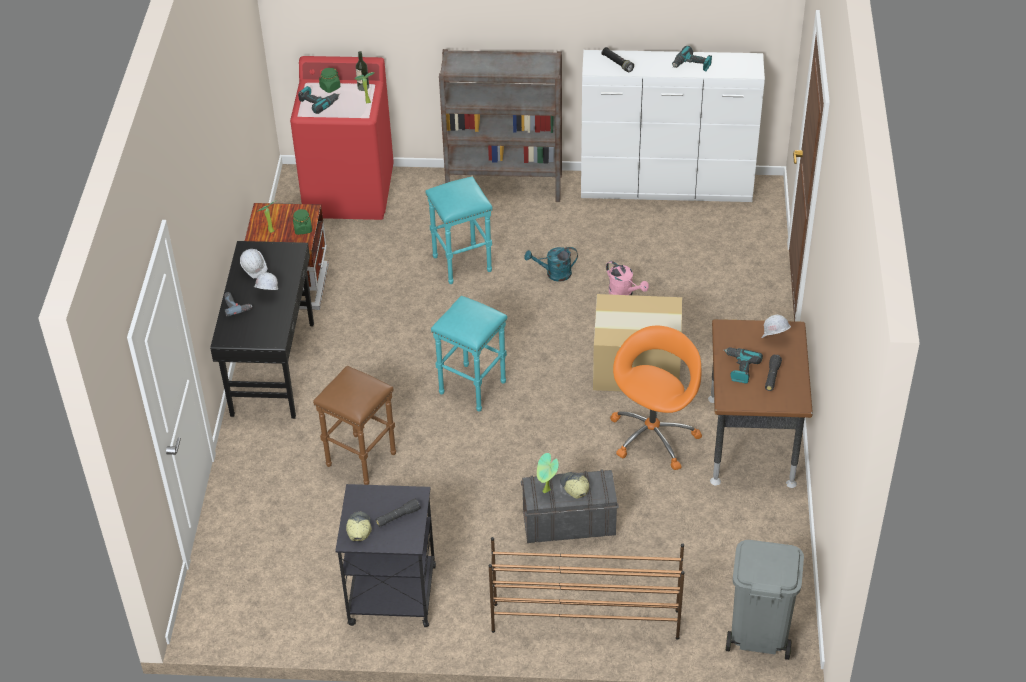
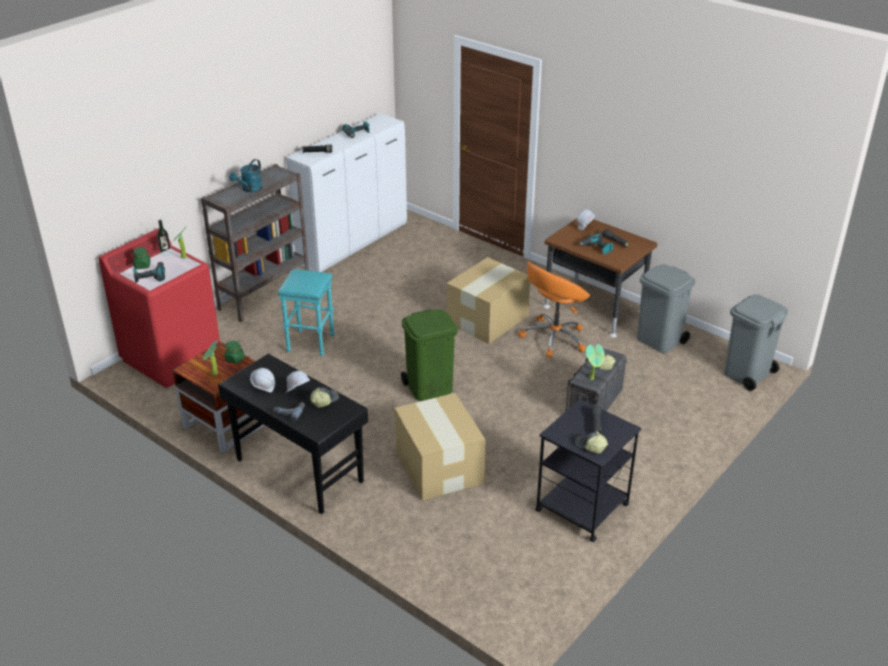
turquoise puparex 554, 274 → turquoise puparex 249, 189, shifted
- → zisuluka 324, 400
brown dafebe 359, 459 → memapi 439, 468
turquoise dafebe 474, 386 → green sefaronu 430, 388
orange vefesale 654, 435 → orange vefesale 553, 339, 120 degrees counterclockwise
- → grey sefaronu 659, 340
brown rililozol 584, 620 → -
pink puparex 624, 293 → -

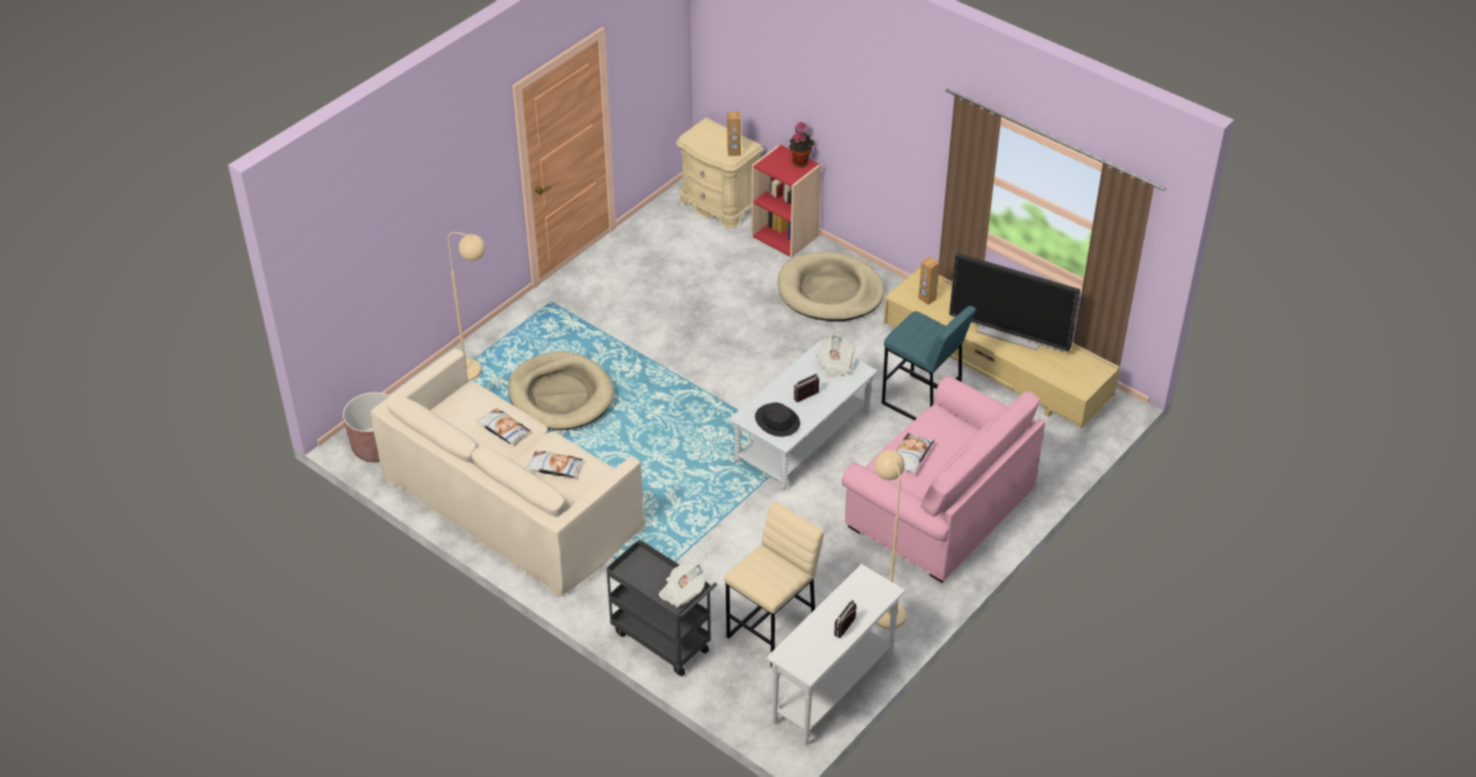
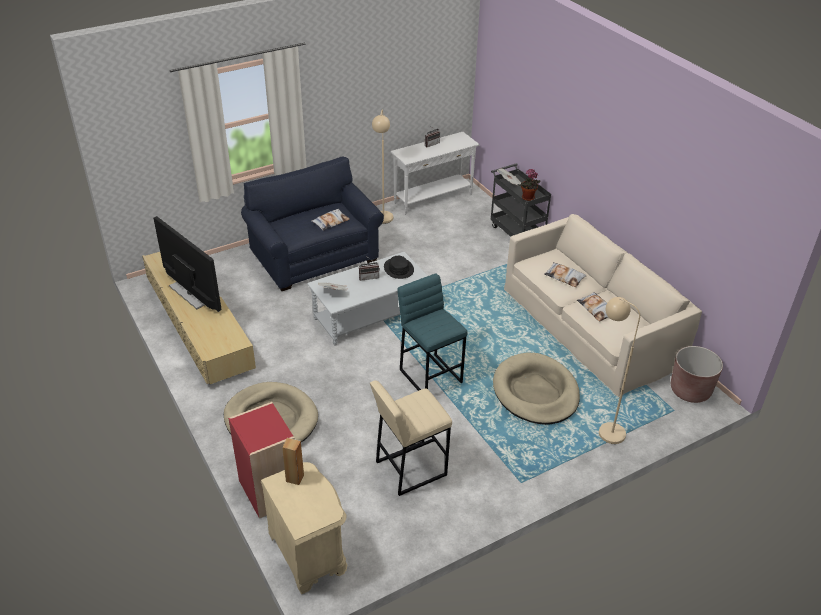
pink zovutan 939, 509 → blue zovutan 314, 256
beige dafebe 772, 631 → beige dafebe 409, 469, shifted
turquoise dafebe 923, 402 → turquoise dafebe 429, 375, shifted
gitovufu 800, 161 → gitovufu 528, 198, shifted
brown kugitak 927, 299 → -

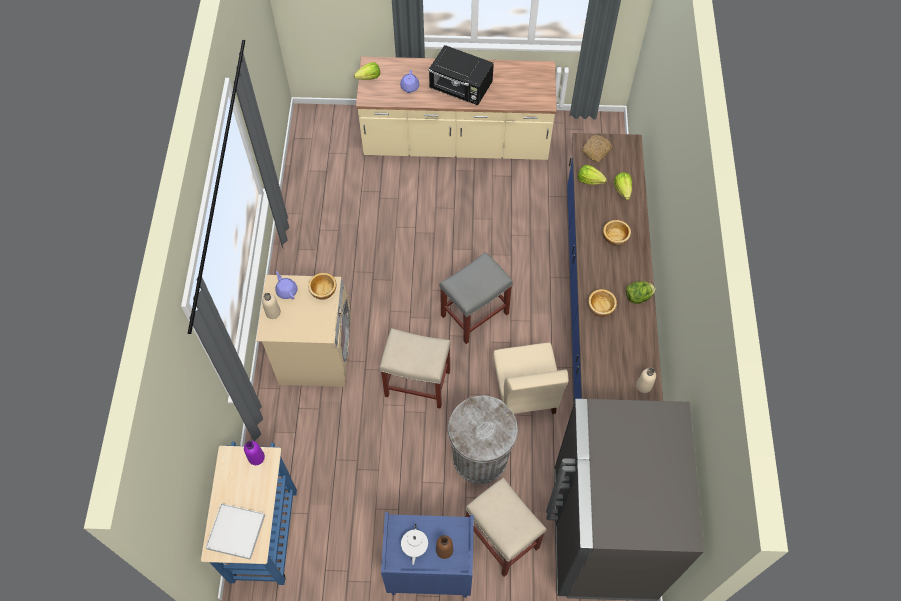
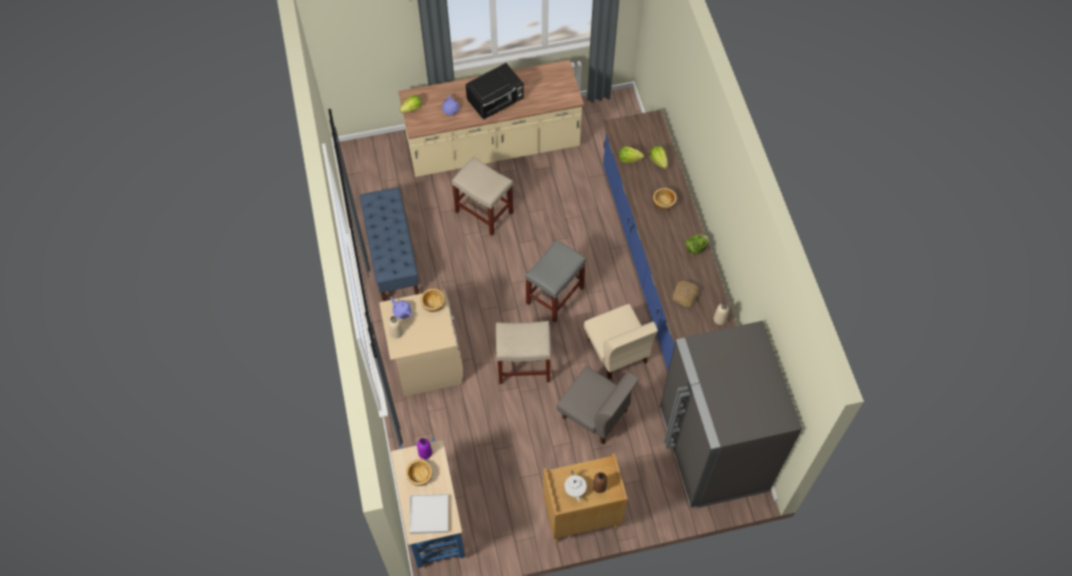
- → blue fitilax 392, 256
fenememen 601, 307 → fenememen 420, 476, shifted
beige dafebe 502, 538 → beige dafebe 485, 212, shifted
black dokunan 461, 89 → black dokunan 496, 101, 45 degrees counterclockwise
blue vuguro 429, 572 → brown vuguro 581, 516
grey sefaronu 480, 457 → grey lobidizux 595, 414
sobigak 596, 151 → sobigak 685, 296, shifted

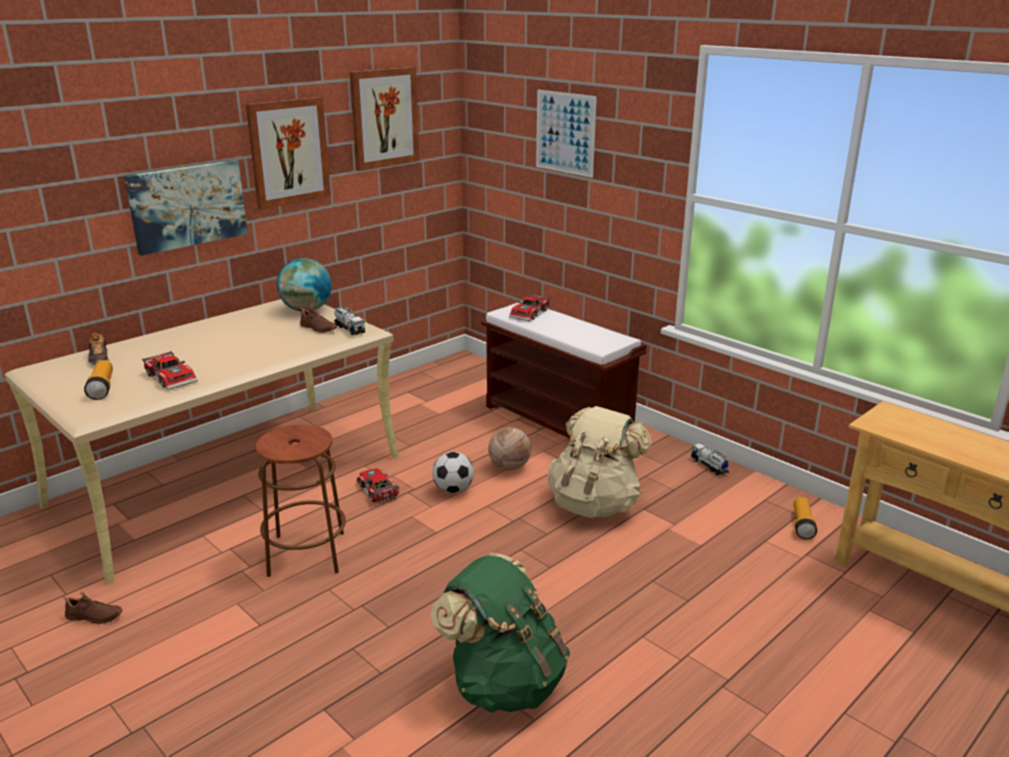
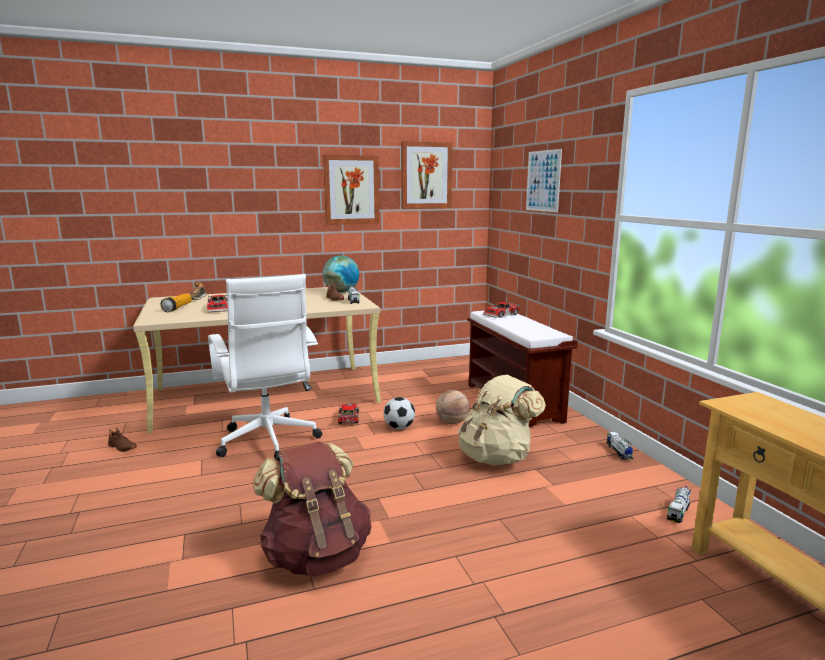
brown dafebe 306, 554 → white vefesale 269, 443
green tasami 504, 682 → brown tasami 316, 555
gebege 802, 525 → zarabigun 678, 512
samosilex 188, 206 → -

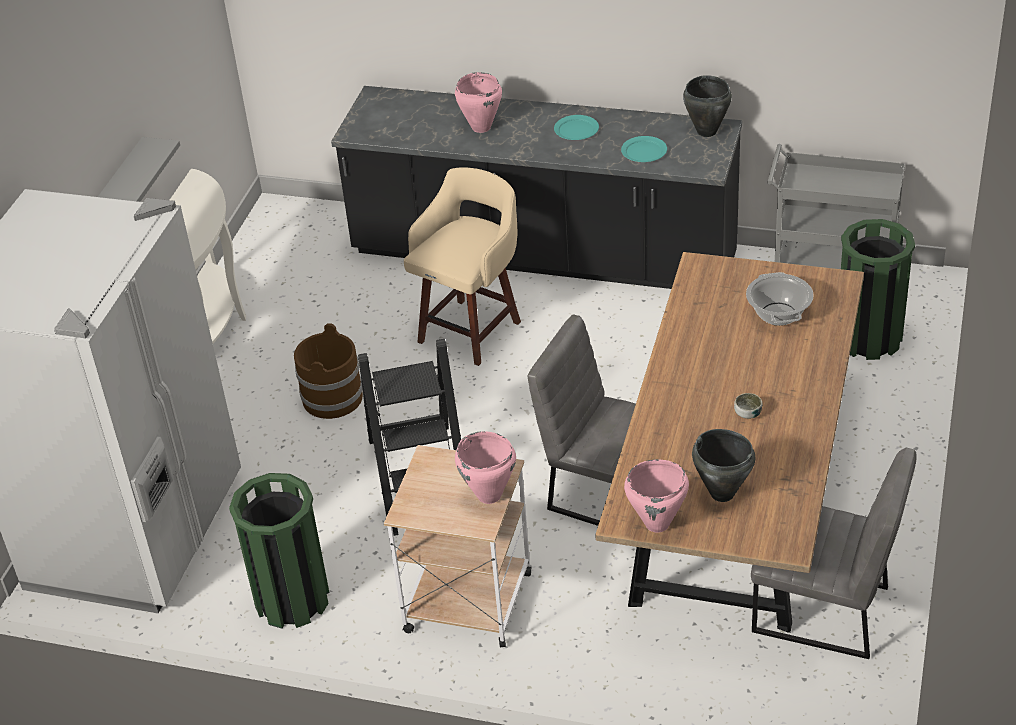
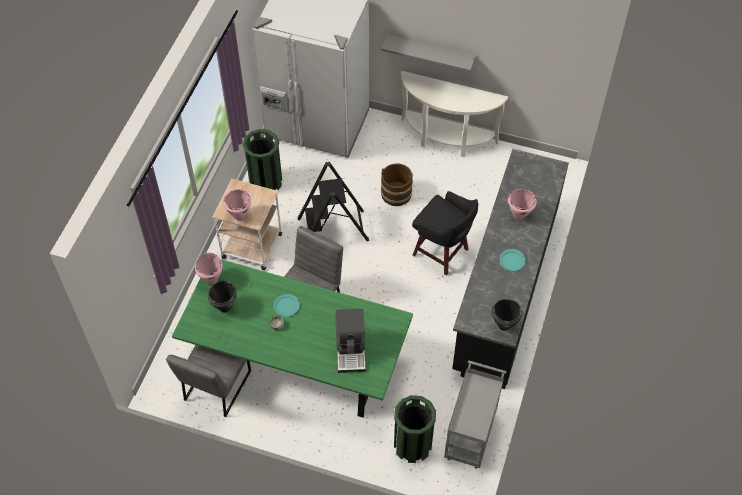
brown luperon 736, 497 → green luperon 297, 360
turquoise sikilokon 643, 151 → turquoise sikilokon 286, 306, shifted
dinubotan 778, 314 → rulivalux 351, 350
beige dafebe 472, 330 → black dafebe 442, 253

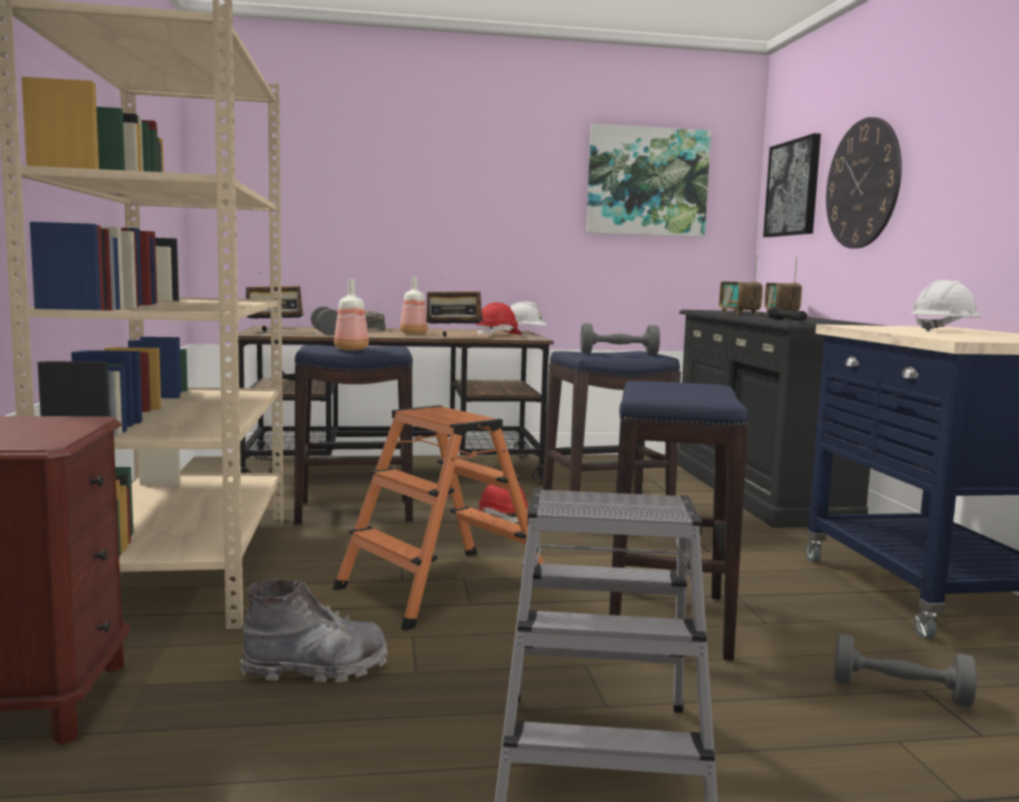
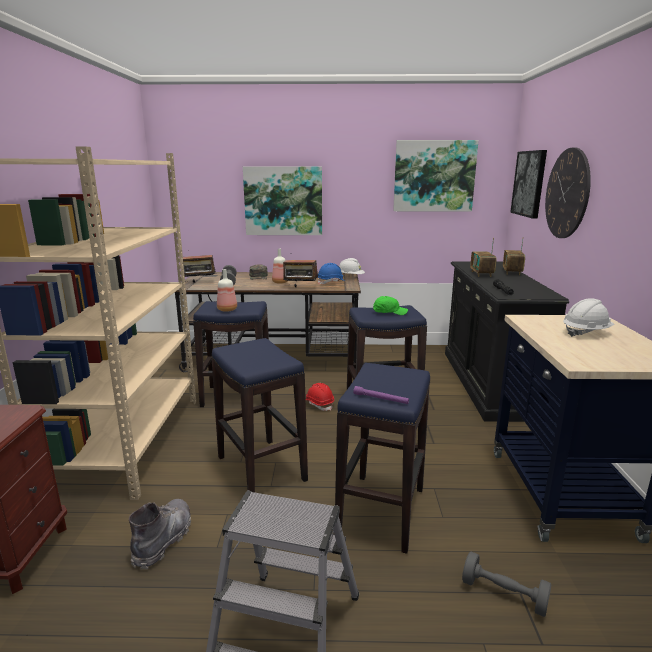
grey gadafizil 316, 669 → grey gadafizil 164, 539, 75 degrees counterclockwise
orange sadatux 443, 587 → dafebe 261, 469
- → samosilex 283, 201
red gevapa 498, 335 → blue gevapa 331, 282
- → purple gebege 380, 399
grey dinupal 618, 353 → green zisuluka 389, 312

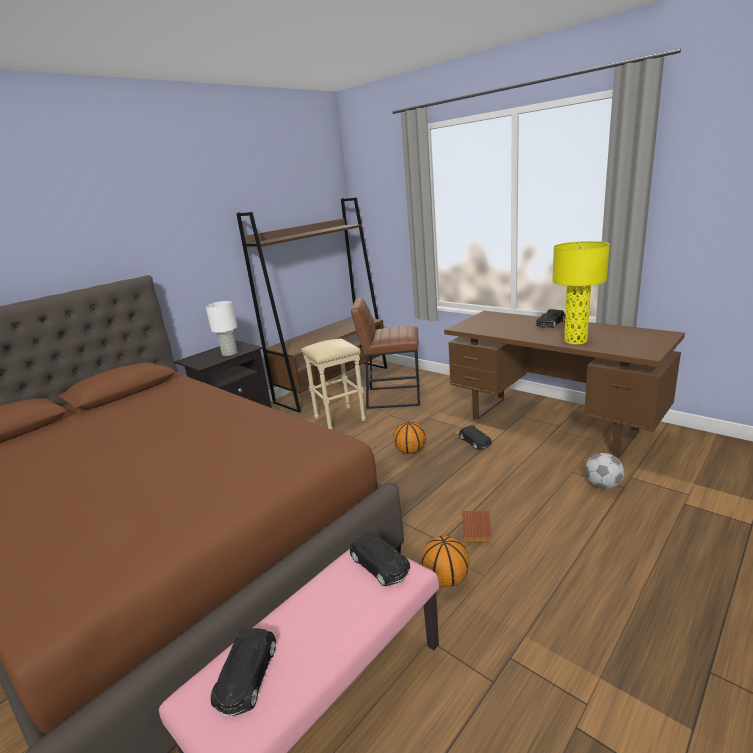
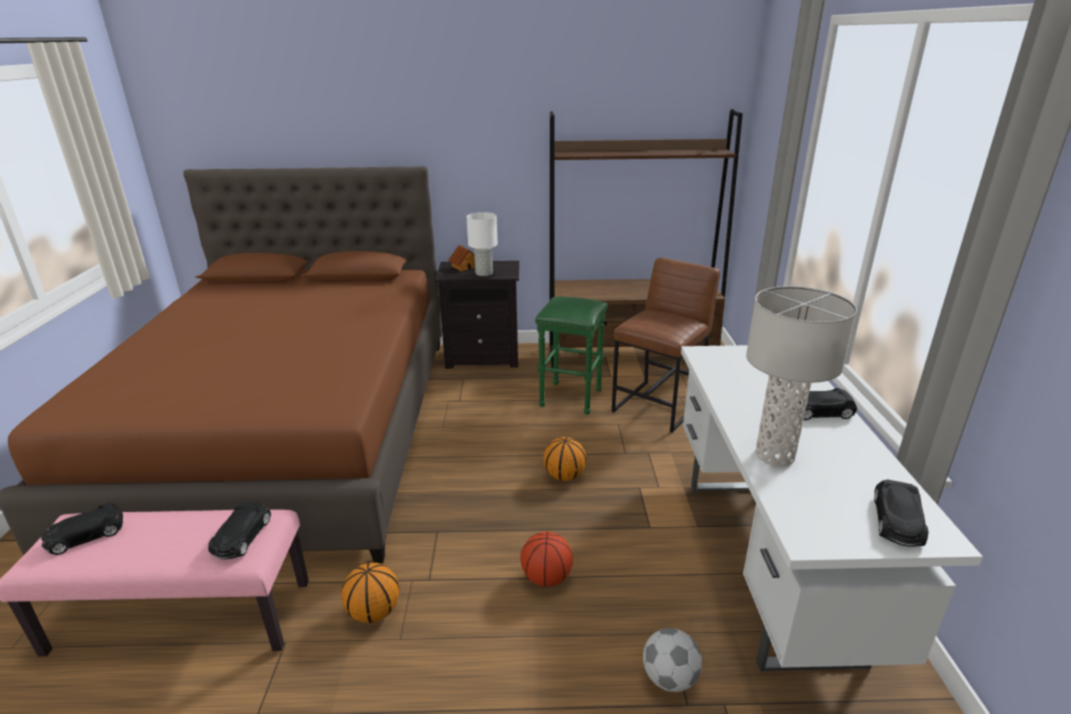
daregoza 475, 532 → daregoza 465, 266, shifted
- → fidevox 546, 578
beige dafebe 340, 418 → green dafebe 572, 397
brown lobidizux 392, 397 → brown lobidizux 658, 405, 75 degrees clockwise
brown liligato 551, 424 → white liligato 767, 563
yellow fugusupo 576, 341 → white fugusupo 775, 455
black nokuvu 475, 442 → black nokuvu 897, 521, shifted

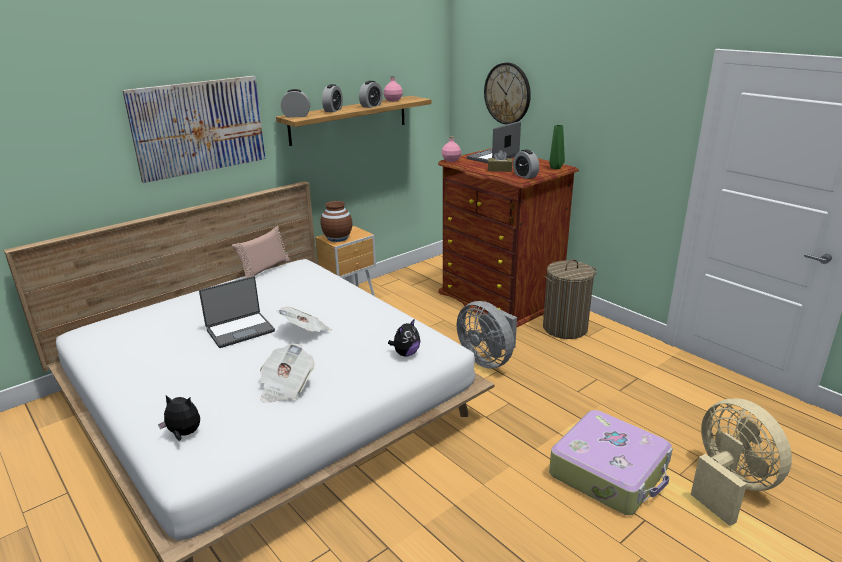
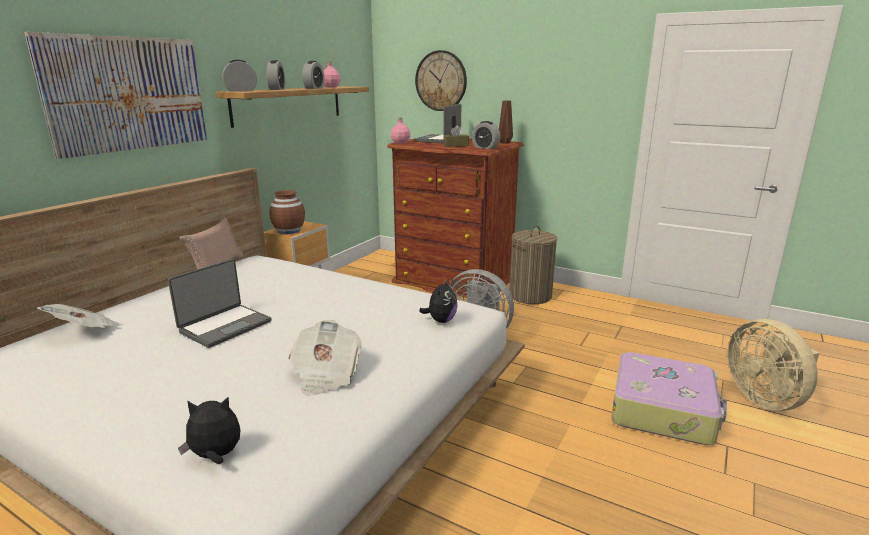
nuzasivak 306, 332 → nuzasivak 86, 331, shifted
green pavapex 555, 168 → brown pavapex 505, 143
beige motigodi 729, 485 → beige motigodi 766, 399, 150 degrees counterclockwise

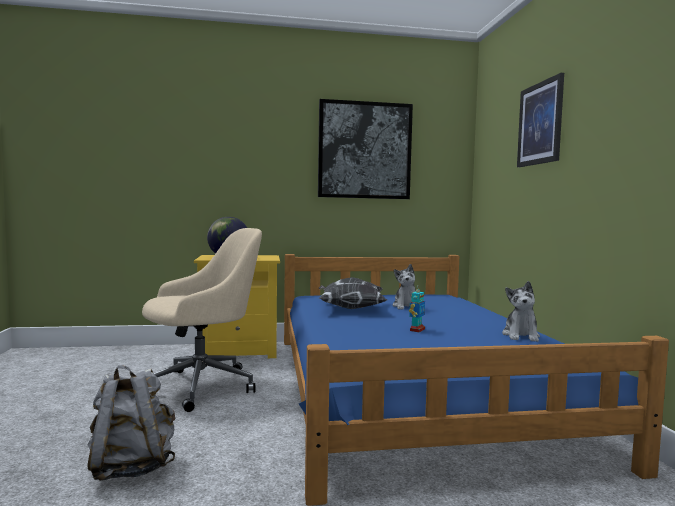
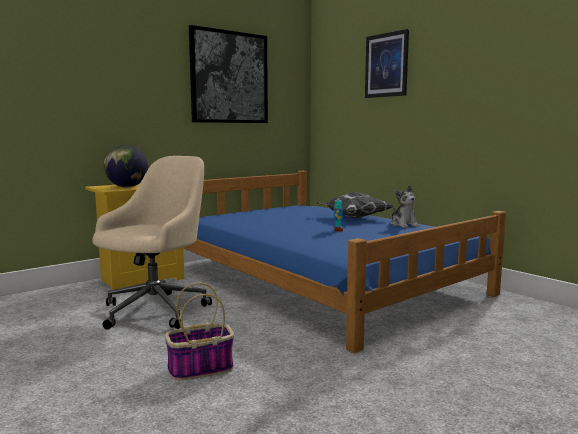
grey tasami 132, 467 → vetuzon 200, 369
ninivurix 350, 309 → ninivurix 353, 218, shifted
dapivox 406, 306 → -

